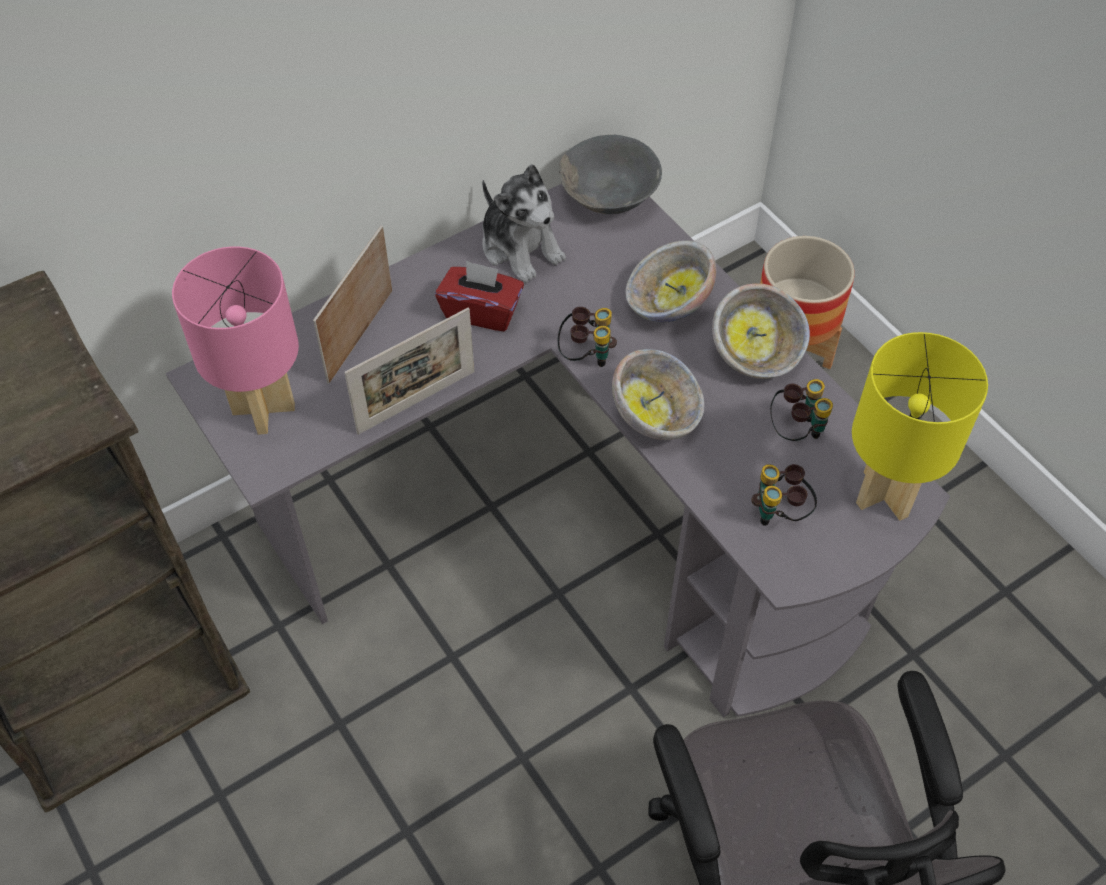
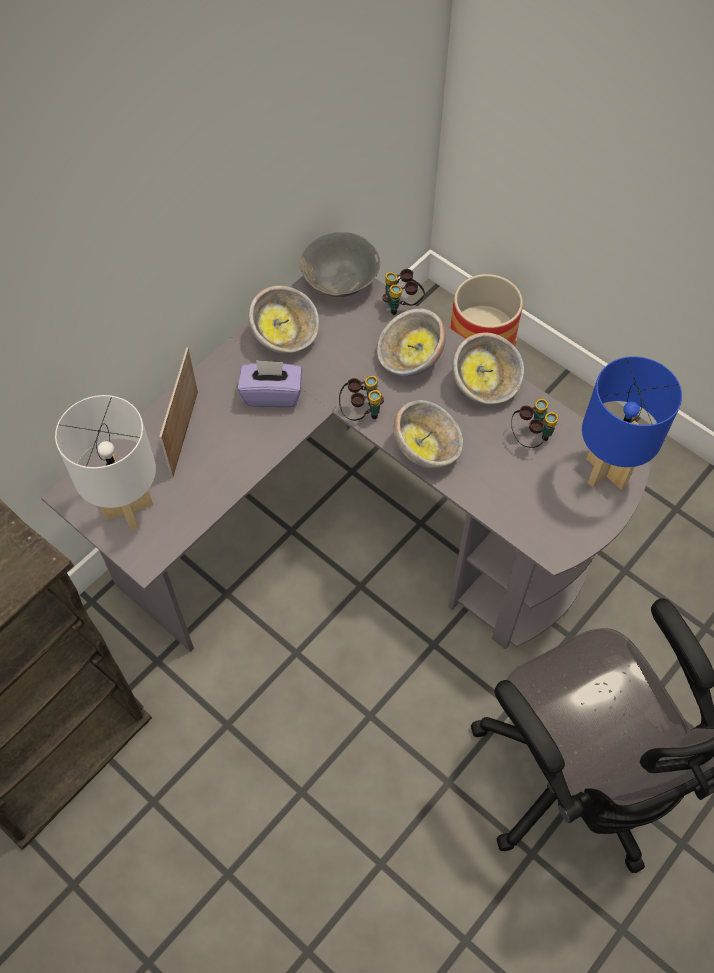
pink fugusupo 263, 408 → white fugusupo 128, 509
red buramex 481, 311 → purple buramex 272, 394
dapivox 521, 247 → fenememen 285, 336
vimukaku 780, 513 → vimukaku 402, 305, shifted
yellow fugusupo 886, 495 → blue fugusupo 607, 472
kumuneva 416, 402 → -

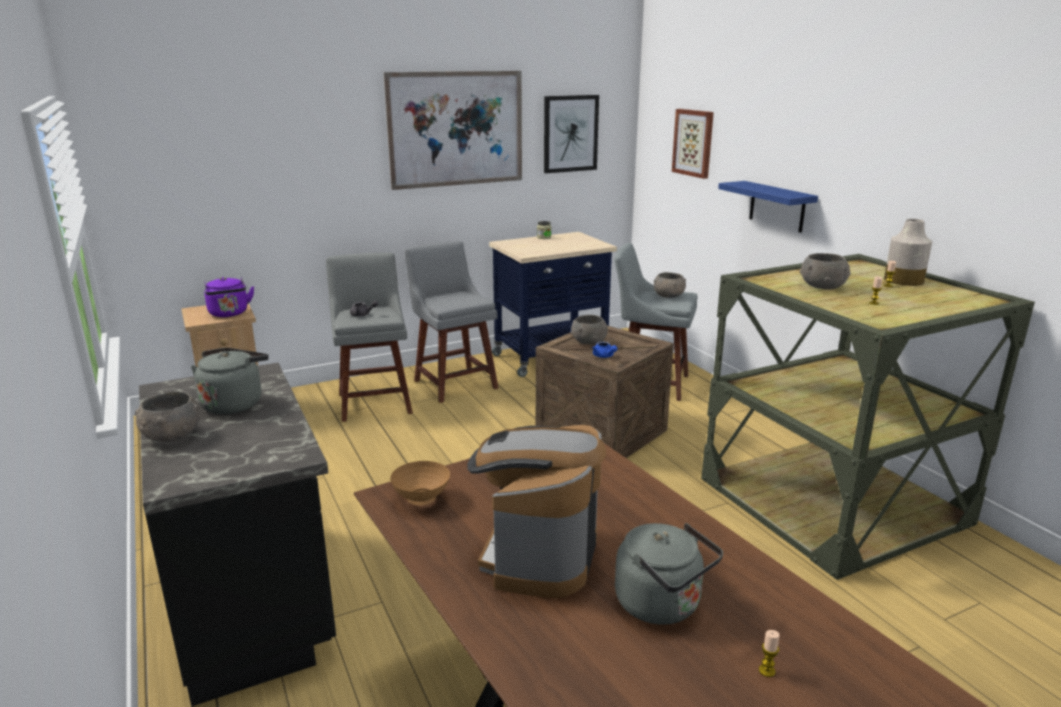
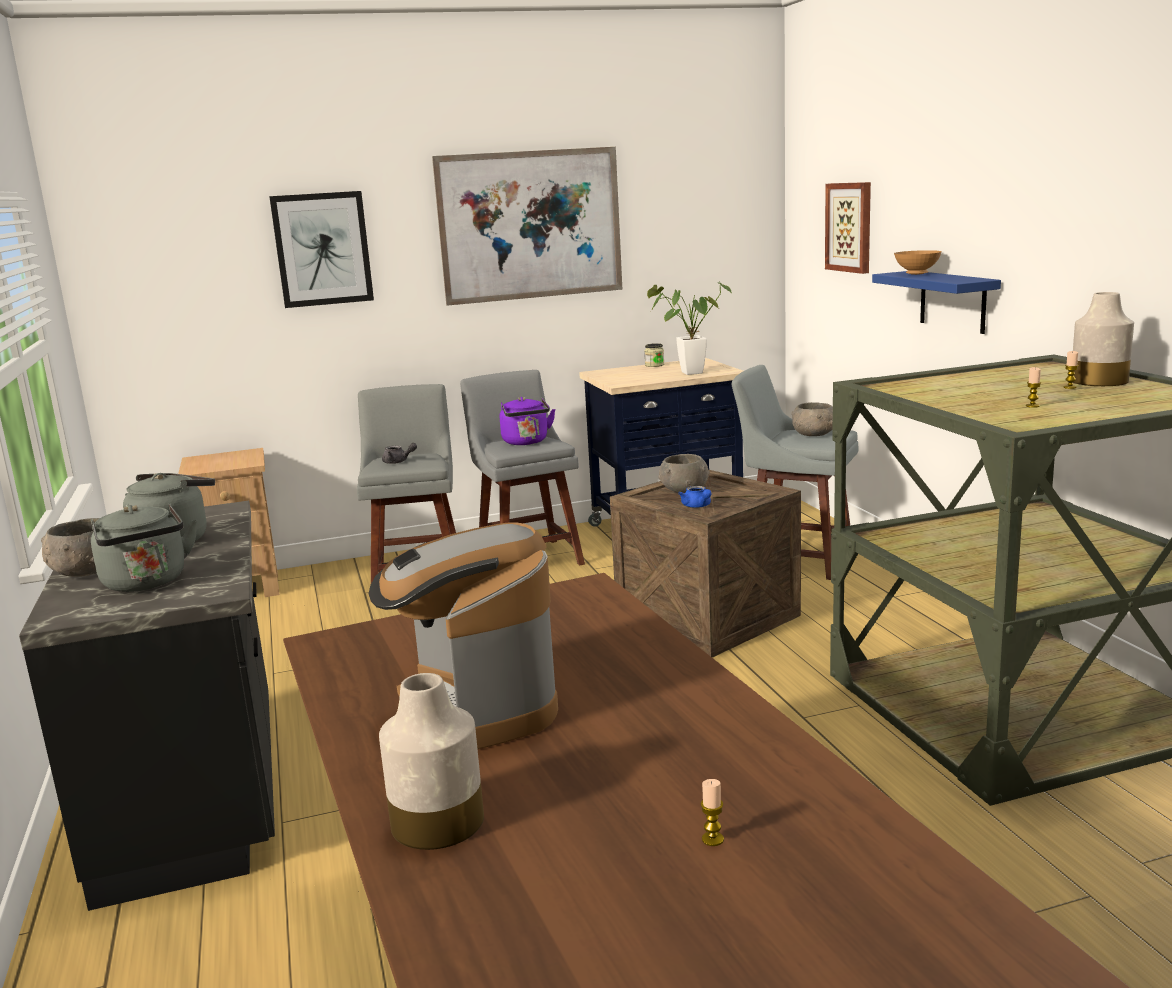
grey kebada 662, 605 → grey kebada 147, 583, shifted
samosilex 570, 133 → samosilex 322, 249, shifted
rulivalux 538, 555 → rulivalux 476, 707, 45 degrees counterclockwise
- → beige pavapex 438, 820
purple kebada 229, 314 → purple kebada 526, 442, shifted
- → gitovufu 686, 373
brown fenememen 420, 500 → brown fenememen 916, 274, shifted
grey fenememen 822, 286 → -

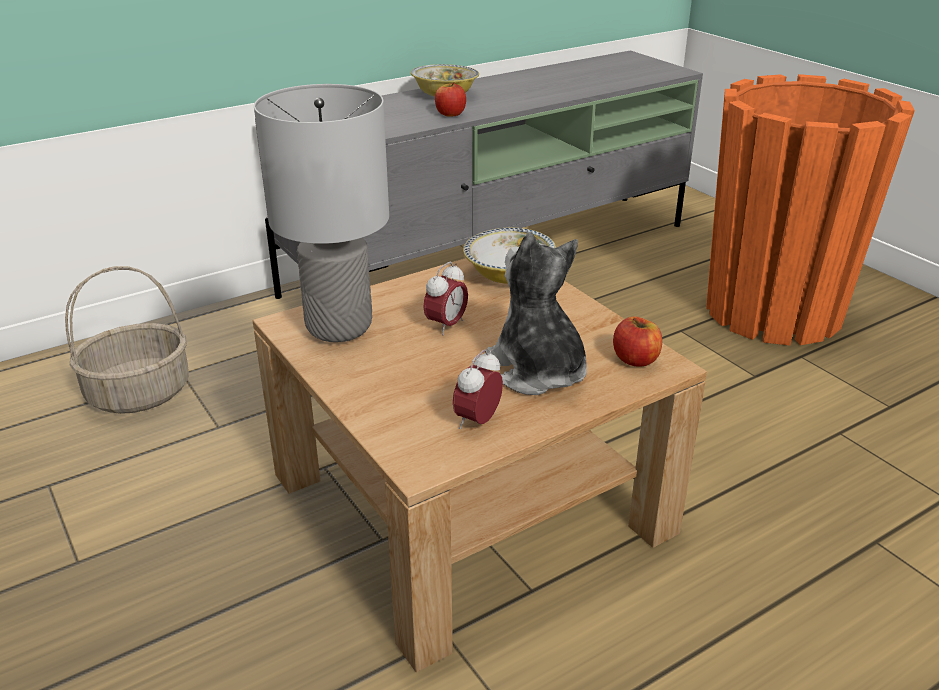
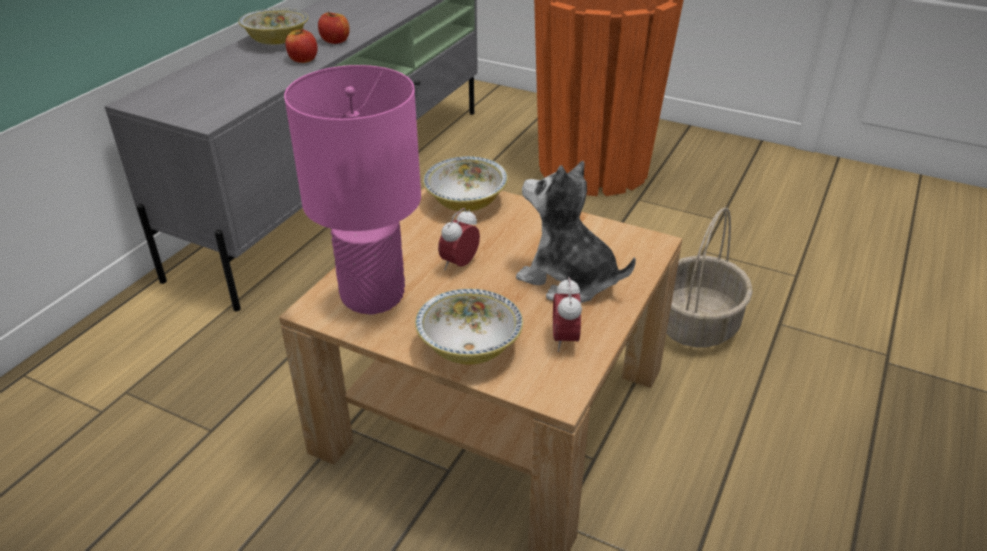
grey fugusupo 340, 331 → pink fugusupo 374, 300
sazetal 635, 360 → sazetal 335, 41, shifted
- → fenememen 469, 347
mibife 446, 325 → mibife 459, 264, 150 degrees counterclockwise
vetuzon 138, 394 → vetuzon 697, 325, shifted

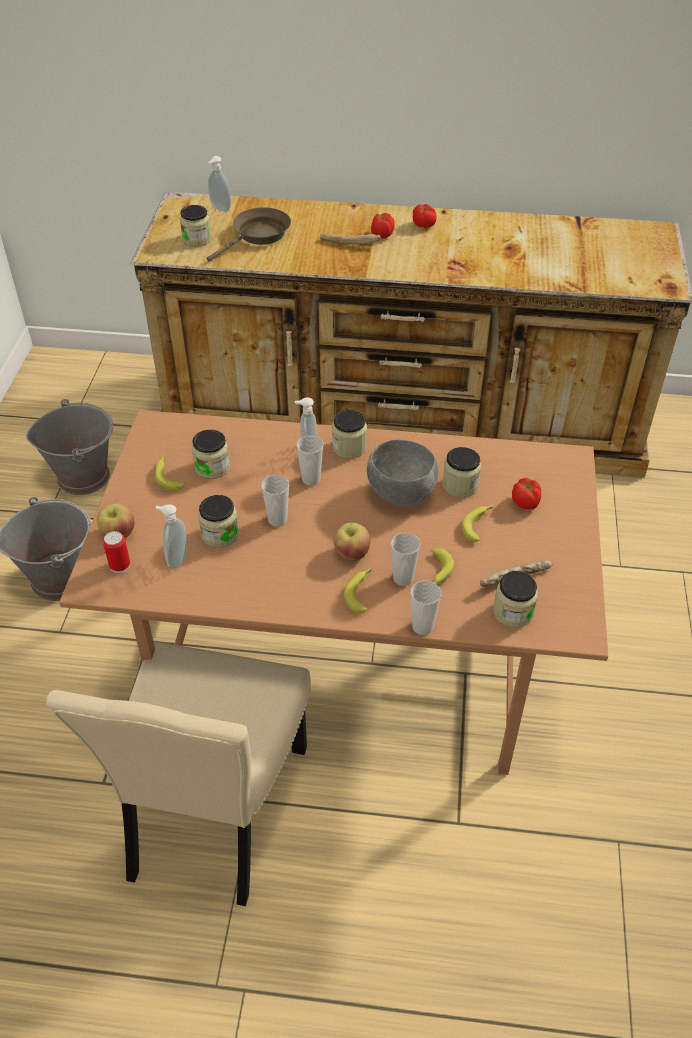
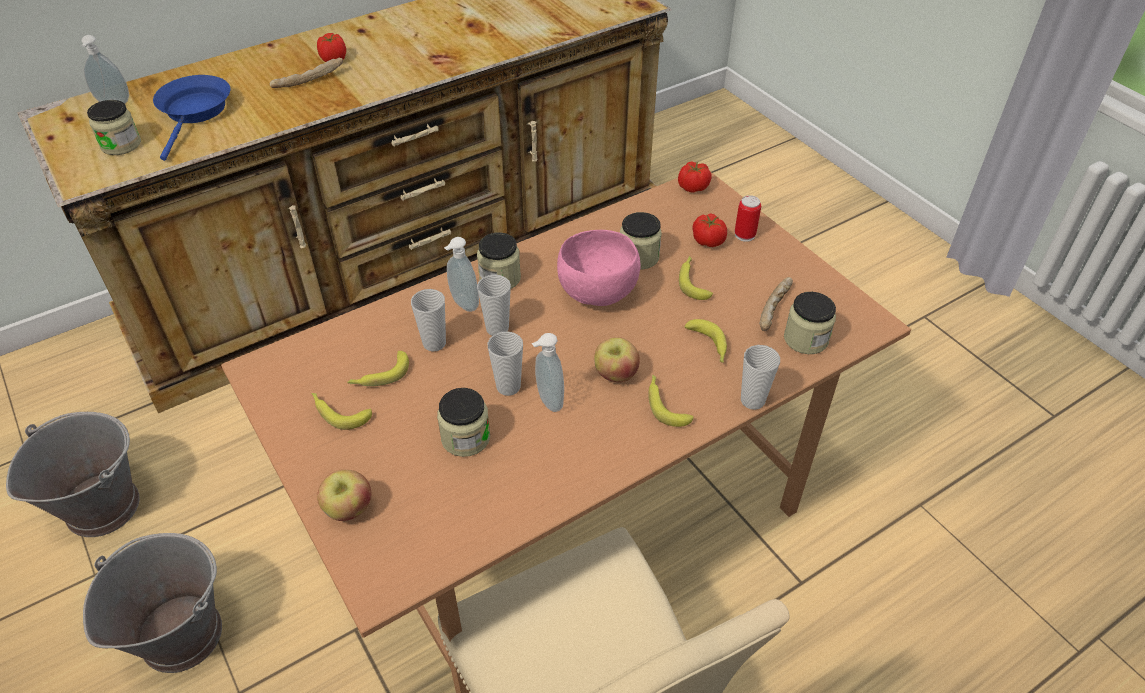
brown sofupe 258, 236 → blue sofupe 195, 112
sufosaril 212, 467 → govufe 379, 376
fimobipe 403, 578 → fimobipe 434, 343, shifted
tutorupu 176, 559 → tutorupu 547, 401, shifted
grey fenememen 401, 495 → pink fenememen 598, 295
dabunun 423, 225 → dabunun 693, 188, shifted
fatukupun 120, 565 → fatukupun 744, 235, shifted

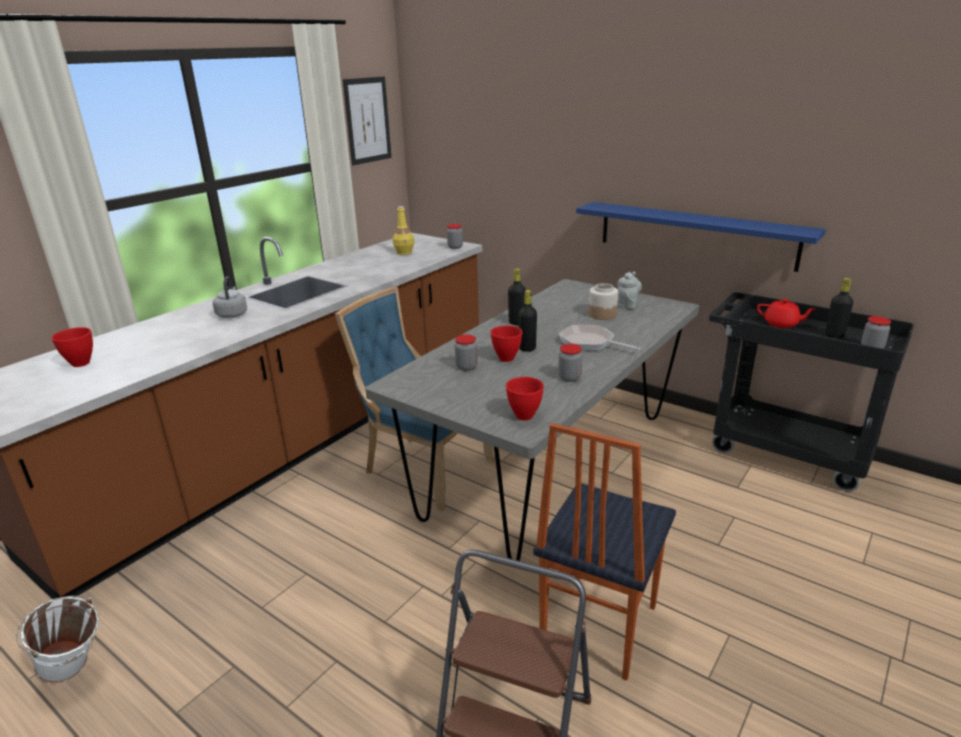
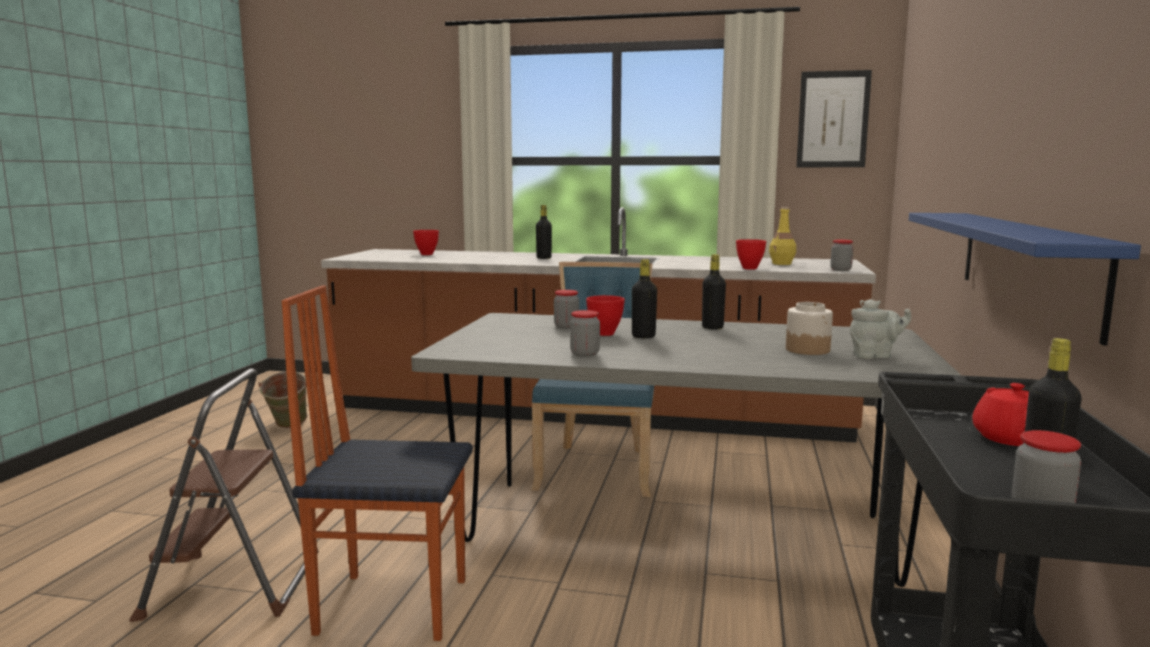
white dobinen 75, 672 → green dobinen 287, 427
grey kebada 232, 314 → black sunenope 544, 258
red fenememen 525, 416 → red fenememen 749, 268, shifted
sofupe 590, 343 → -

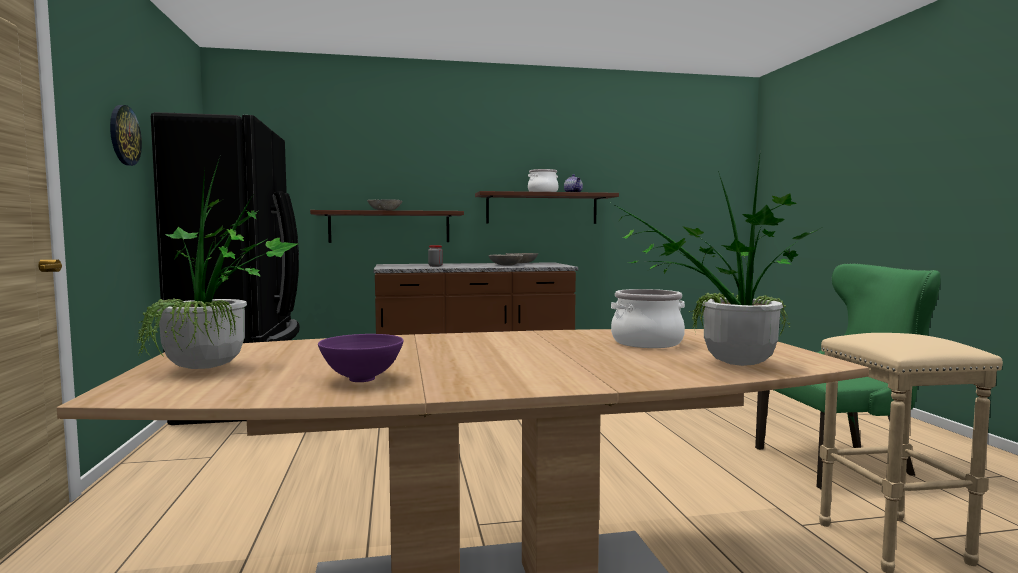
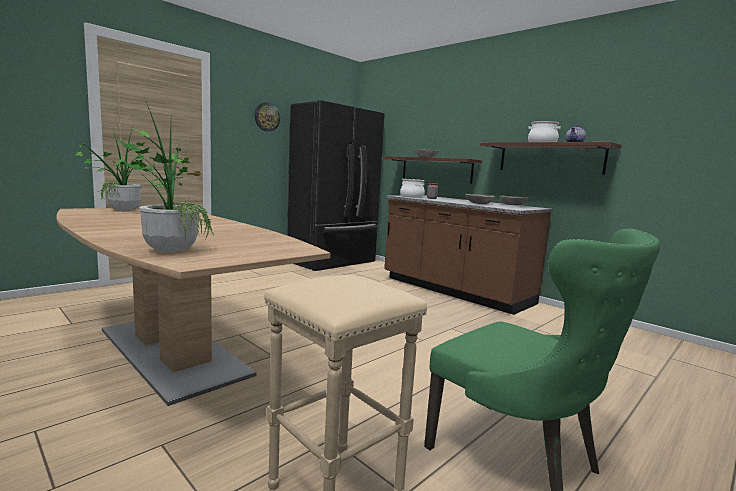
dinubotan 647, 343 → dinubotan 411, 197, shifted
purple fenememen 363, 379 → -

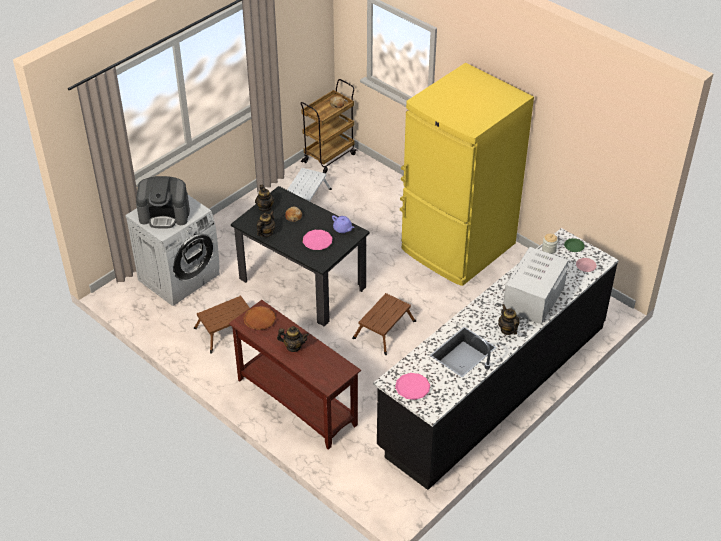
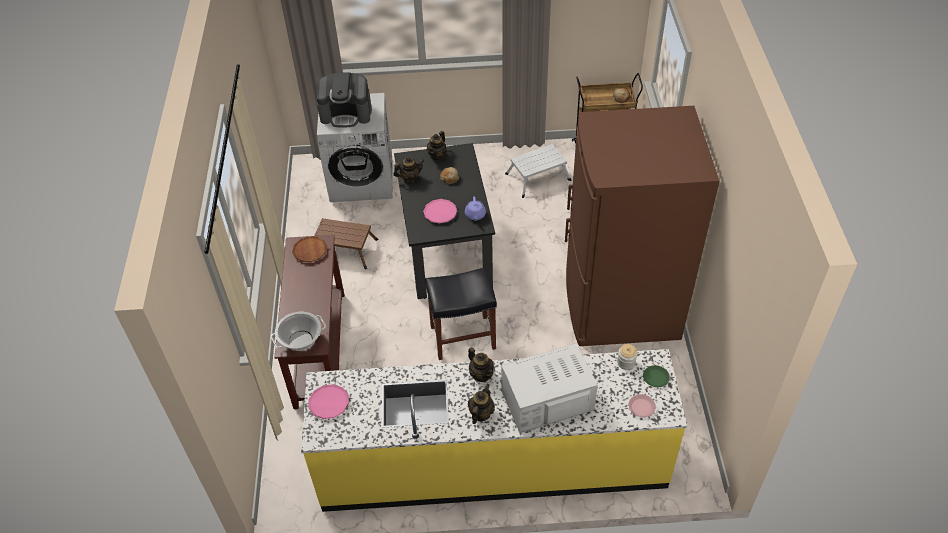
- → dinubotan 301, 340
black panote 494, 385 → yellow panote 492, 462
rulivalux 165, 215 → rulivalux 346, 113, 45 degrees counterclockwise
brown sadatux 384, 330 → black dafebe 462, 338
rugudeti 293, 347 → rugudeti 481, 374, shifted
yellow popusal 457, 246 → brown popusal 620, 305

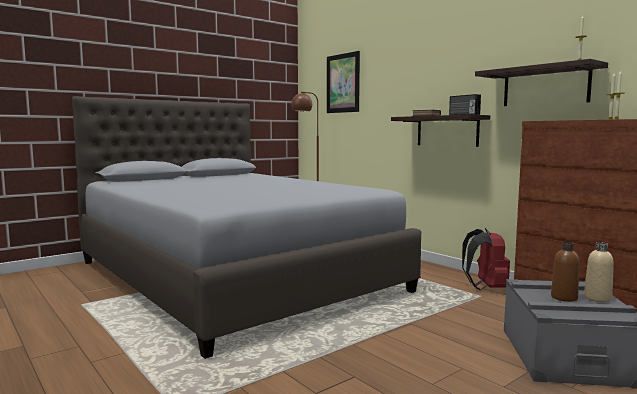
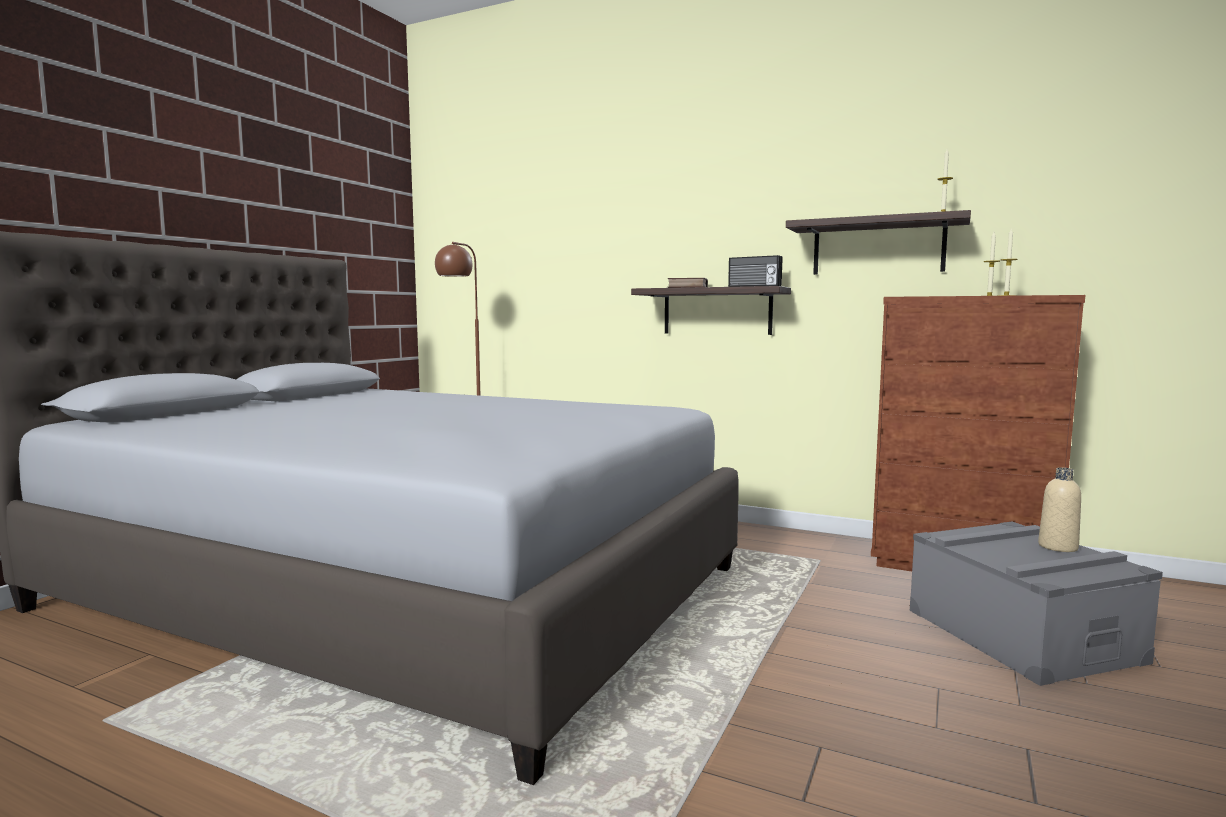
samosilex 343, 83 → -
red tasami 486, 288 → -
brown sunenope 564, 298 → -

